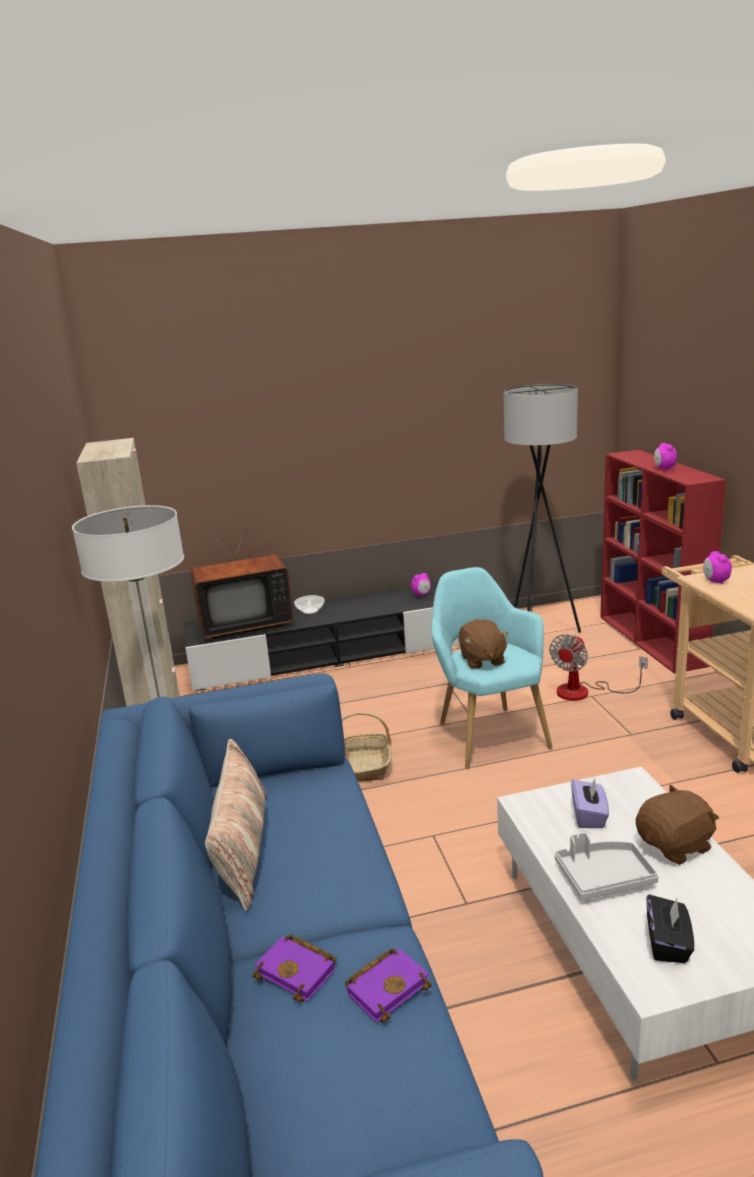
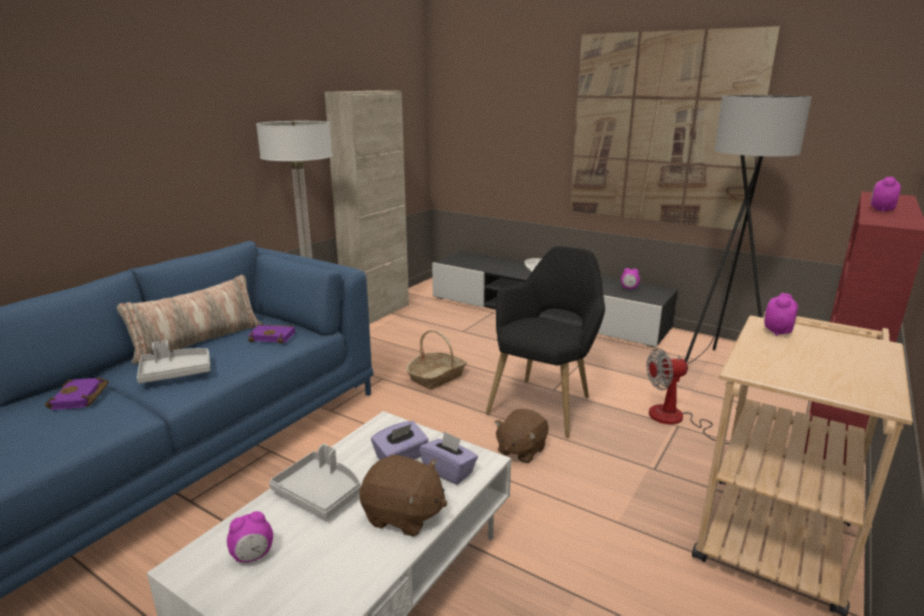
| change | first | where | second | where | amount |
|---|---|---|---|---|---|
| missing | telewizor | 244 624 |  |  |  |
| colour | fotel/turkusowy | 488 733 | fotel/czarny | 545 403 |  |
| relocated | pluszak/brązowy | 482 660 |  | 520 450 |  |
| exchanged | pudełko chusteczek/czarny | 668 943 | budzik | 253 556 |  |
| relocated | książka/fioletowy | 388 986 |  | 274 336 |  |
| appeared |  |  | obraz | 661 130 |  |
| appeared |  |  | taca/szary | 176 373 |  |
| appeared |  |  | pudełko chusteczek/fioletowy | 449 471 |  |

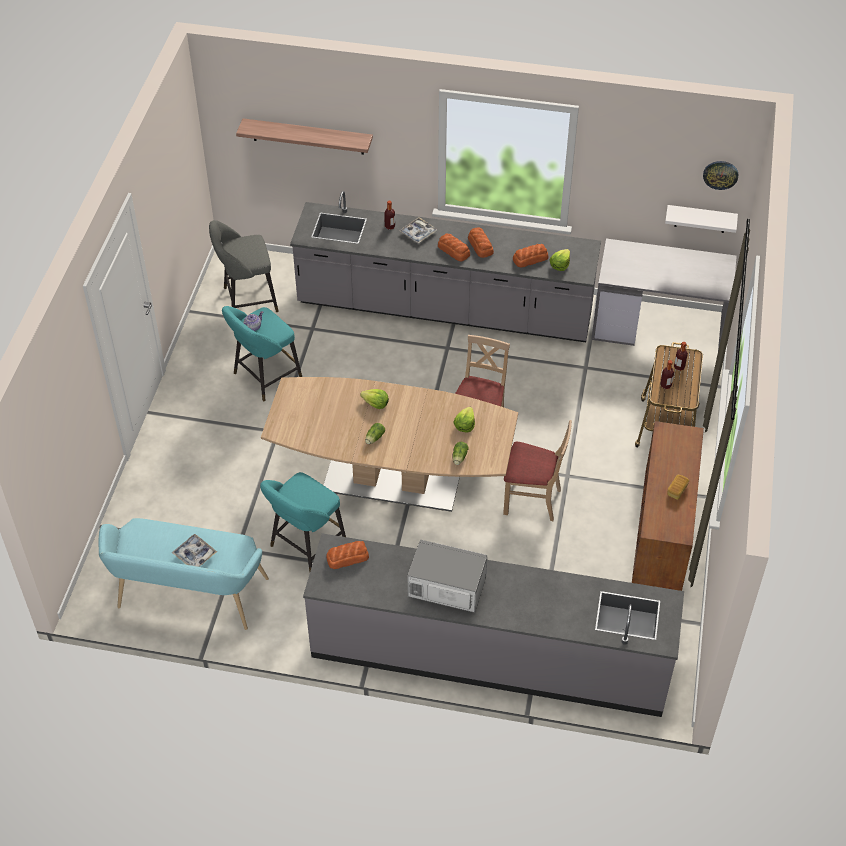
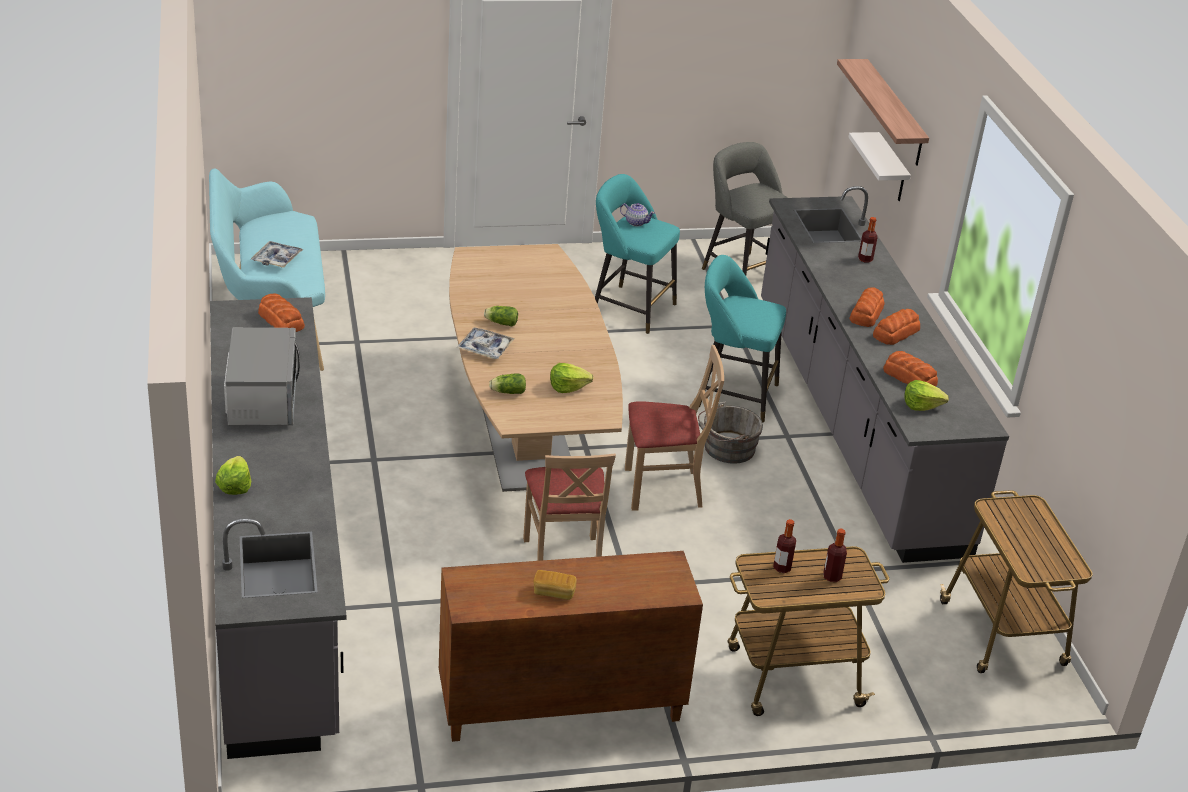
| change | first | where | second | where | amount |
|---|---|---|---|---|---|
| missing | zegar ścienny | 720 174 |  |  |  |
| relocated | półka/biały | 700 219 |  | 891 169 |  |
| relocated | taca | 418 233 |  | 485 348 |  |
| exchanged | biurko/szary | 659 325 | wózek | 1003 635 |  |
| relocated | sałata | 375 404 |  | 234 486 |  |
| relocated | stołek/turkusowy | 305 546 |  | 732 395 |  |
| appeared |  |  | wiadro/szary | 726 449 |  |

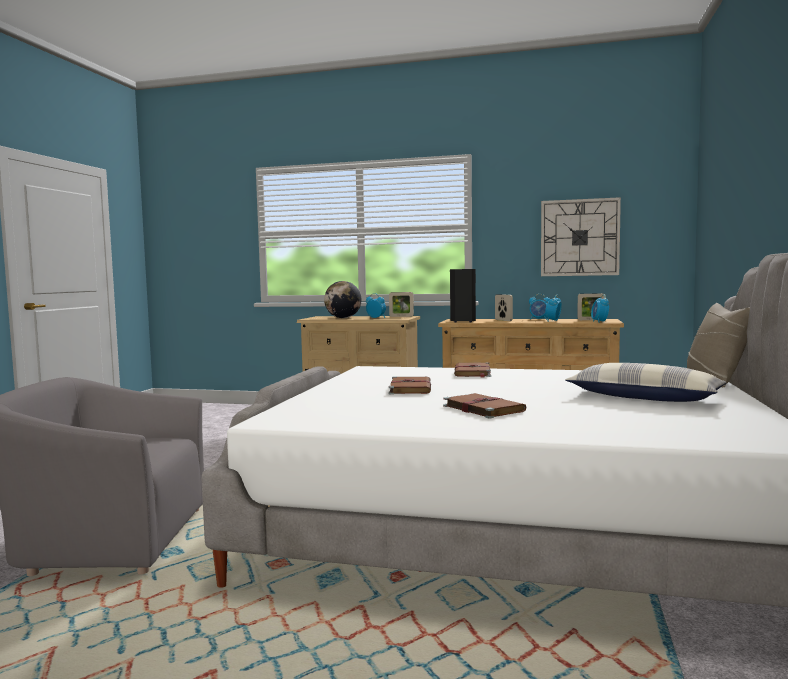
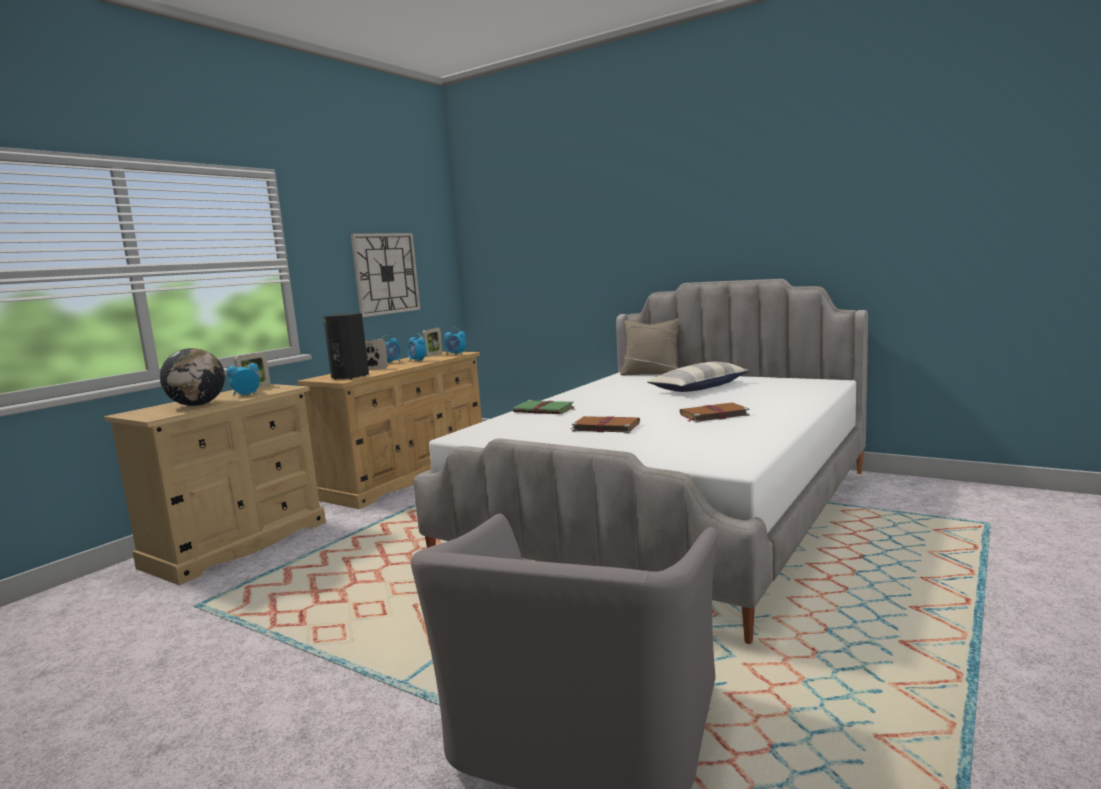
| change | first | where | second | where | amount |
|---|---|---|---|---|---|
| colour | książka/brązowy | 472 372 | książka/zielony | 545 410 |  |

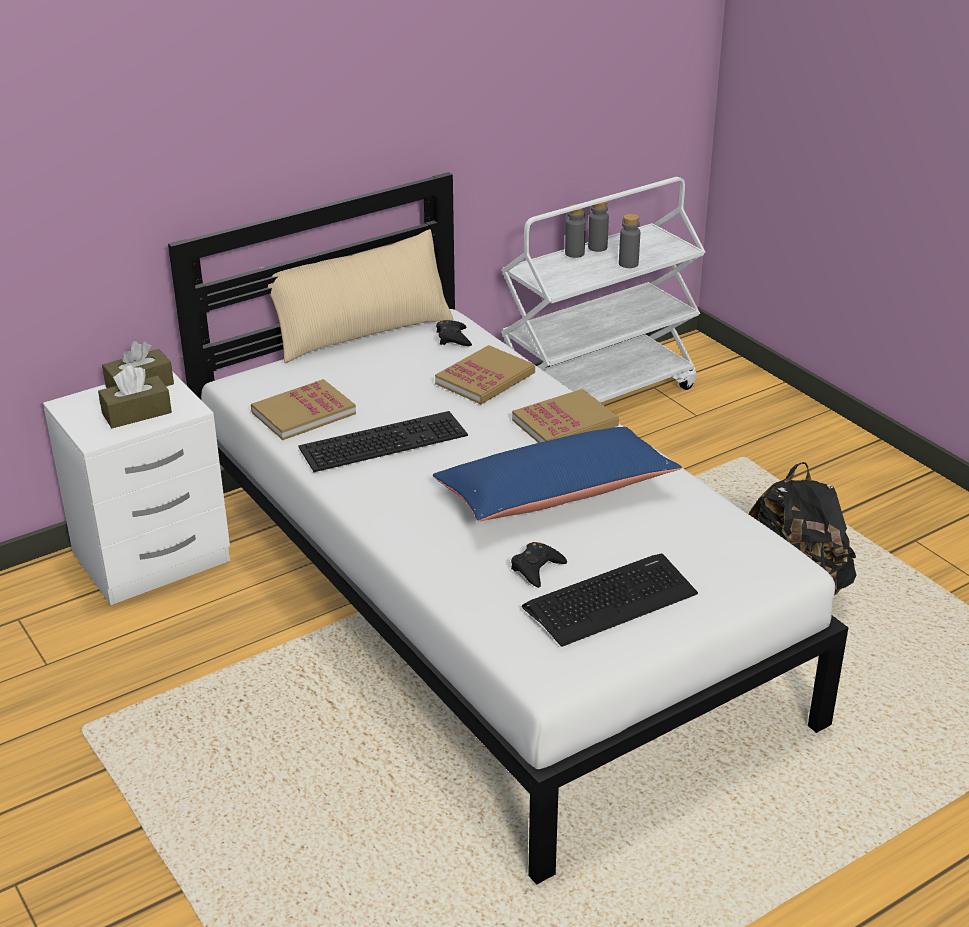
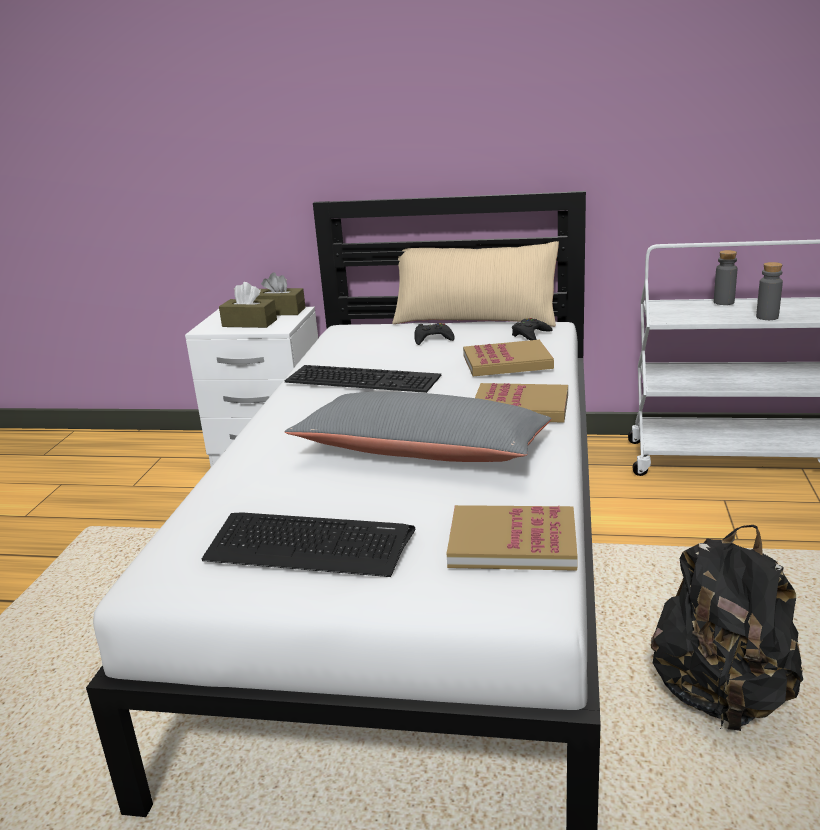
| change | first | where | second | where | amount |
|---|---|---|---|---|---|
| missing | butelka/szary | 597 247 |  |  |  |
| relocated | książka | 303 413 |  | 512 542 |  |
| colour | poduszka/niebieski | 555 494 | poduszka/szary | 422 452 |  |
| relocated | pad do gier/czarny | 536 568 |  | 432 339 |  |

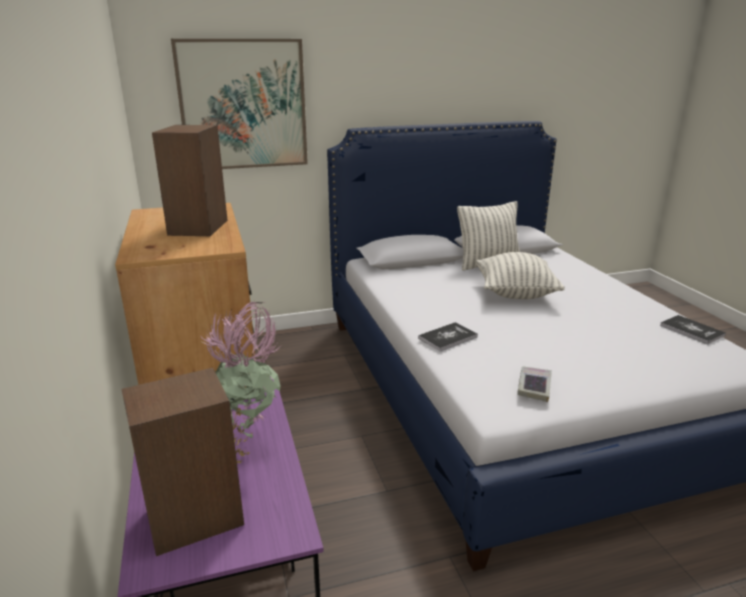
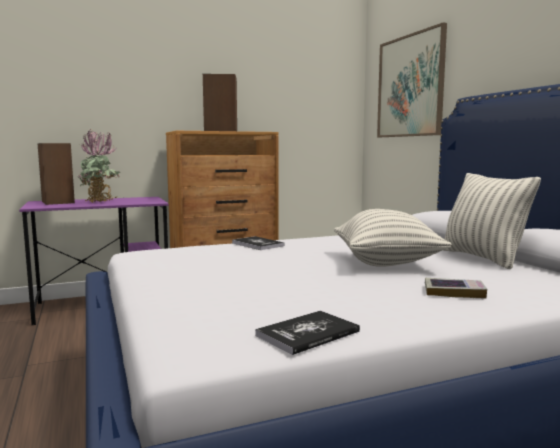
| change | first | where | second | where | amount |
|---|---|---|---|---|---|
| relocated | książka | 534 387 |  | 454 292 |  |

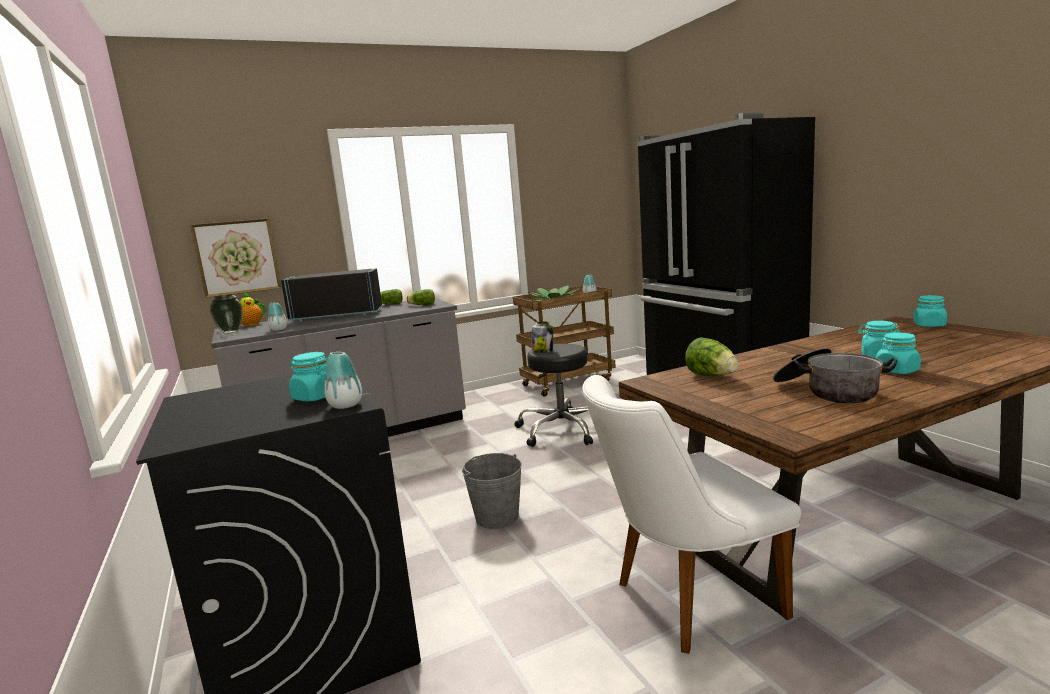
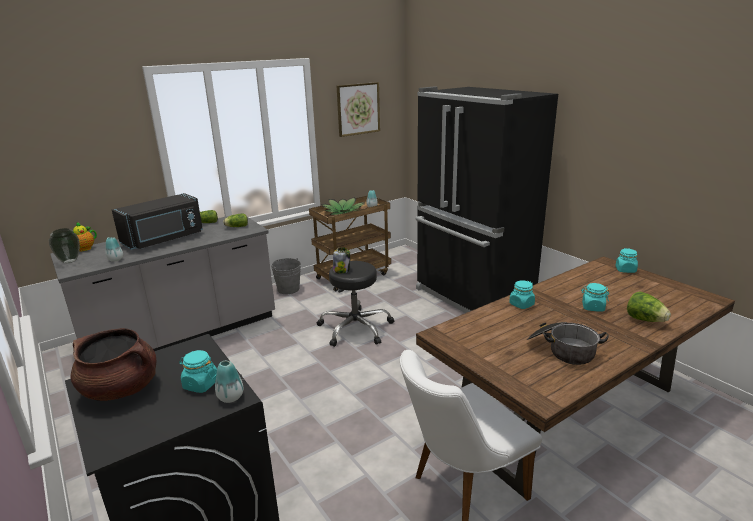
| change | first | where | second | where | amount |
|---|---|---|---|---|---|
| relocated | obraz | 237 257 |  | 358 109 |  |
| spun | mikrofalówka/czarny | 338 315 |  | 164 239 | 150 degrees clockwise |
| relocated | słoik/turkusowy | 897 371 |  | 521 304 |  |
| relocated | sałata | 712 376 |  | 645 320 |  |
| relocated | wiadro/szary | 497 517 |  | 288 289 |  |
| appeared |  |  | garnek/brązowy | 121 389 |  |

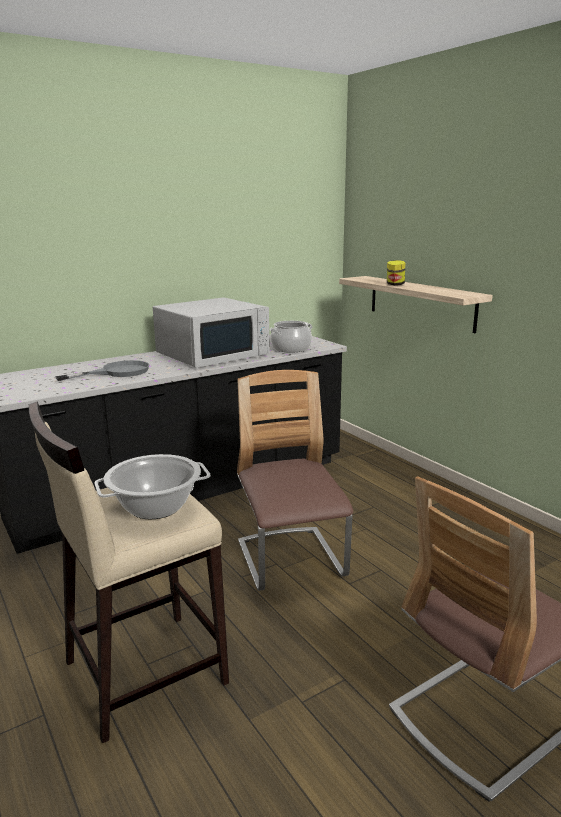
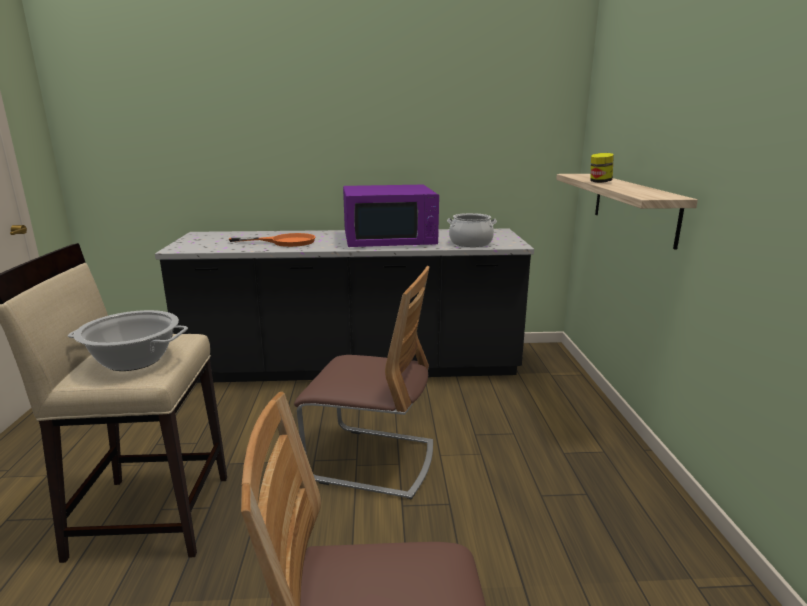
| change | first | where | second | where | amount |
|---|---|---|---|---|---|
| colour | mikrofalówka/biały | 213 354 | mikrofalówka/fioletowy | 389 238 |  |
| colour | patelnia/szary | 117 372 | patelnia/pomarańczowy | 285 242 |  |
| spun | krzesło | 290 561 |  | 372 461 | 90 degrees clockwise |

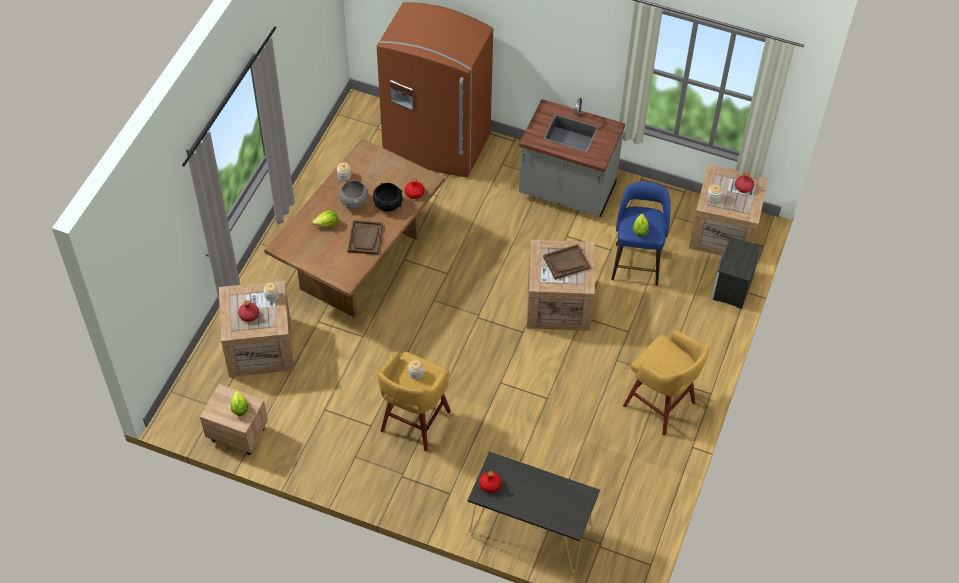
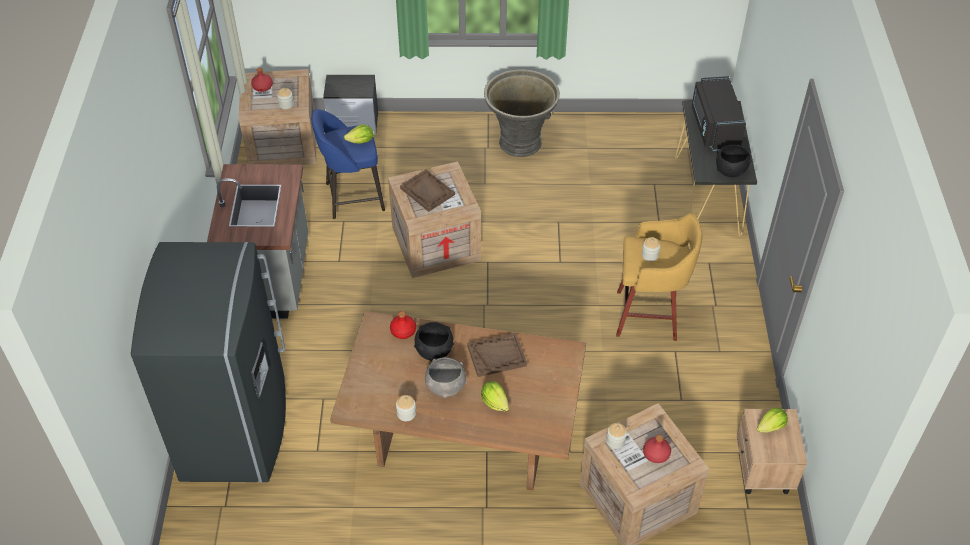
| change | first | where | second | where | amount |
|---|---|---|---|---|---|
| colour | lodówka/brązowy | 436 145 | lodówka/szary | 237 428 |  |
| exchanged | stołek/żółty | 661 406 | donica/szary | 520 142 |  |
| exchanged | butelka/czerwony | 490 484 | miska/czarny | 730 171 |  |
| appeared |  |  | mikrofalówka/czarny | 714 127 |  |

